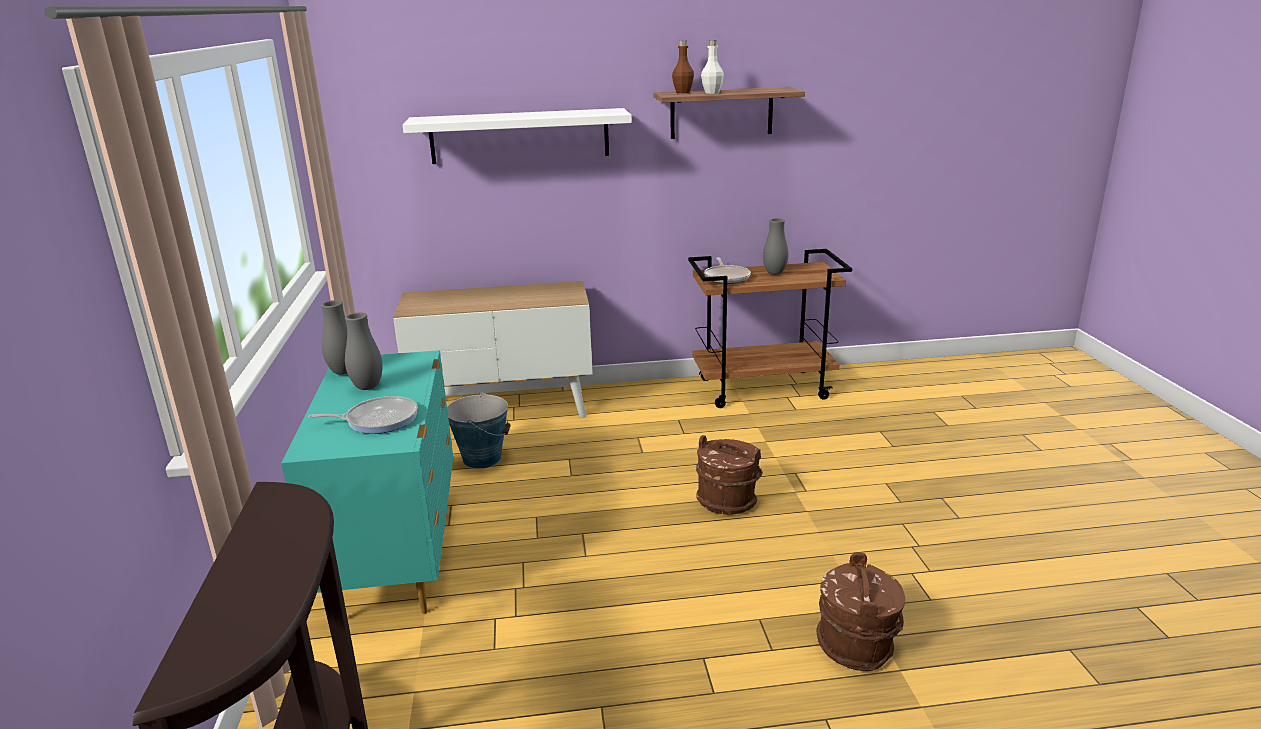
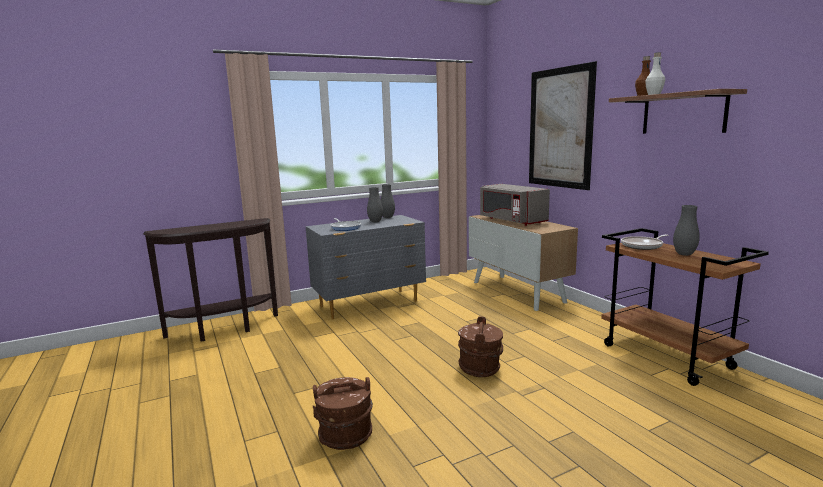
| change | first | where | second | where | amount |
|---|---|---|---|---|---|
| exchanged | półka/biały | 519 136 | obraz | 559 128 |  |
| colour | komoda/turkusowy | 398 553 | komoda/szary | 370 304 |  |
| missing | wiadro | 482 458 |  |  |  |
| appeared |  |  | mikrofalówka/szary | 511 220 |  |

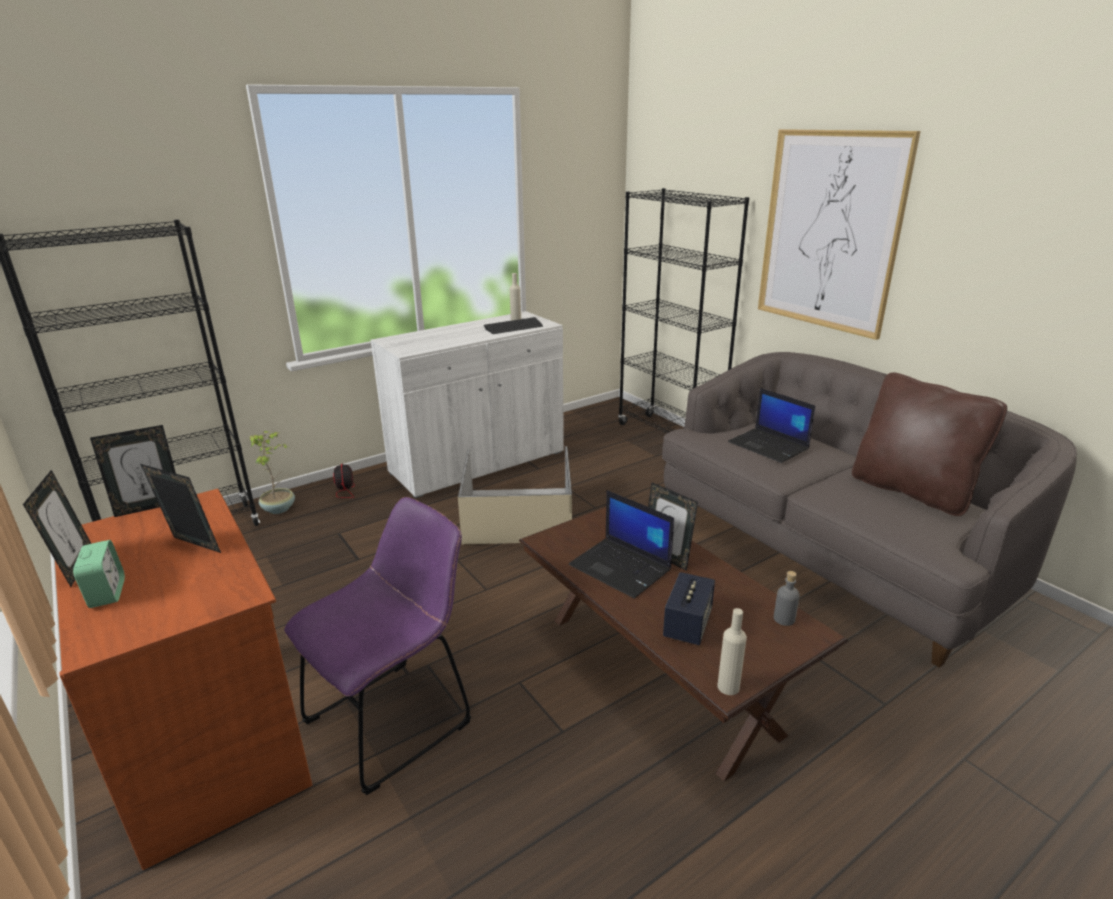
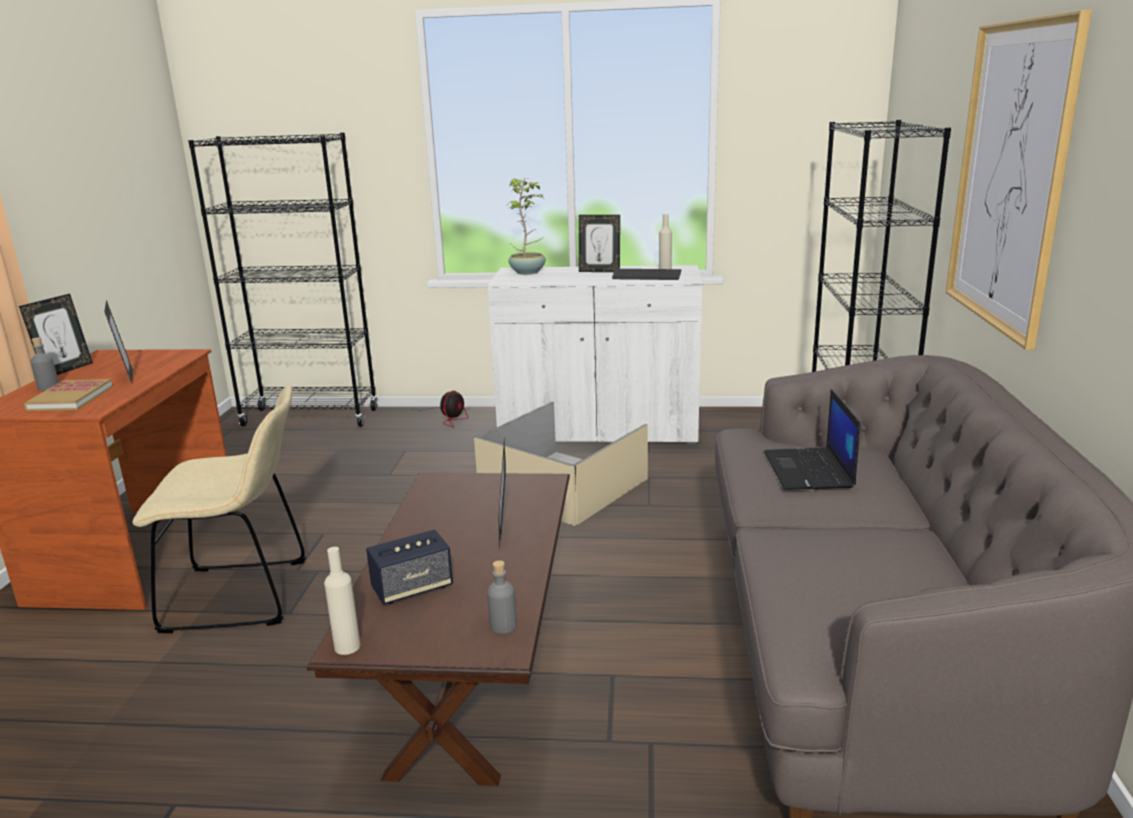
| change | first | where | second | where | amount |
|---|---|---|---|---|---|
| missing | poduszka/brązowy | 911 490 |  |  |  |
| relocated | ramka na zdjęcie | 149 507 |  | 599 271 |  |
| relocated | roślina doniczkowa | 279 508 |  | 528 272 |  |
| missing | laptop | 621 568 |  |  |  |
| colour | krzesło/fioletowy | 395 718 | krzesło/beżowy | 245 595 |  |
| exchanged | budzik | 107 593 | butelka/szary | 48 387 |  |
| appeared |  |  | książka | 70 398 |  |

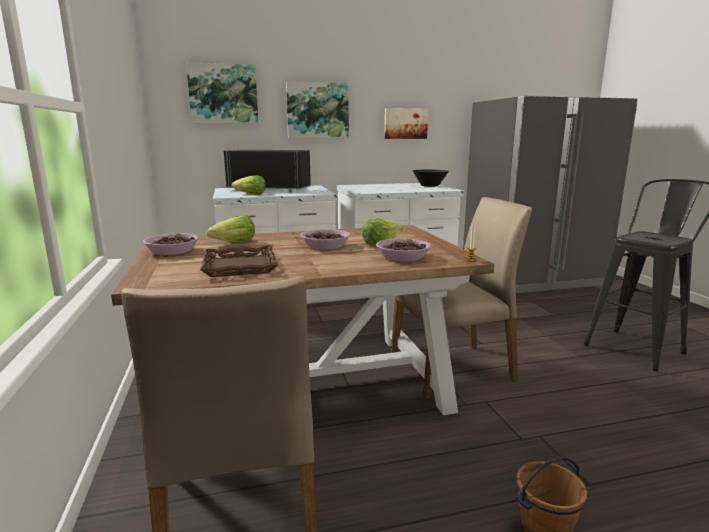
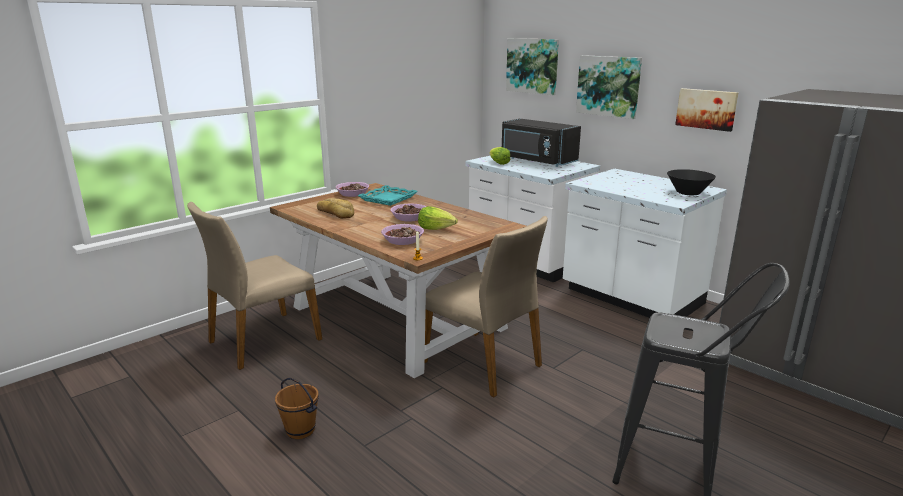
| change | first | where | second | where | amount |
|---|---|---|---|---|---|
| spun | mikrofalówka/czarny | 270 189 |  | 536 161 | 150 degrees clockwise |
| exchanged | sałata | 234 243 | taca/turkusowy | 388 199 |  |
| exchanged | taca/brązowy | 240 266 | chleb | 336 213 |  |

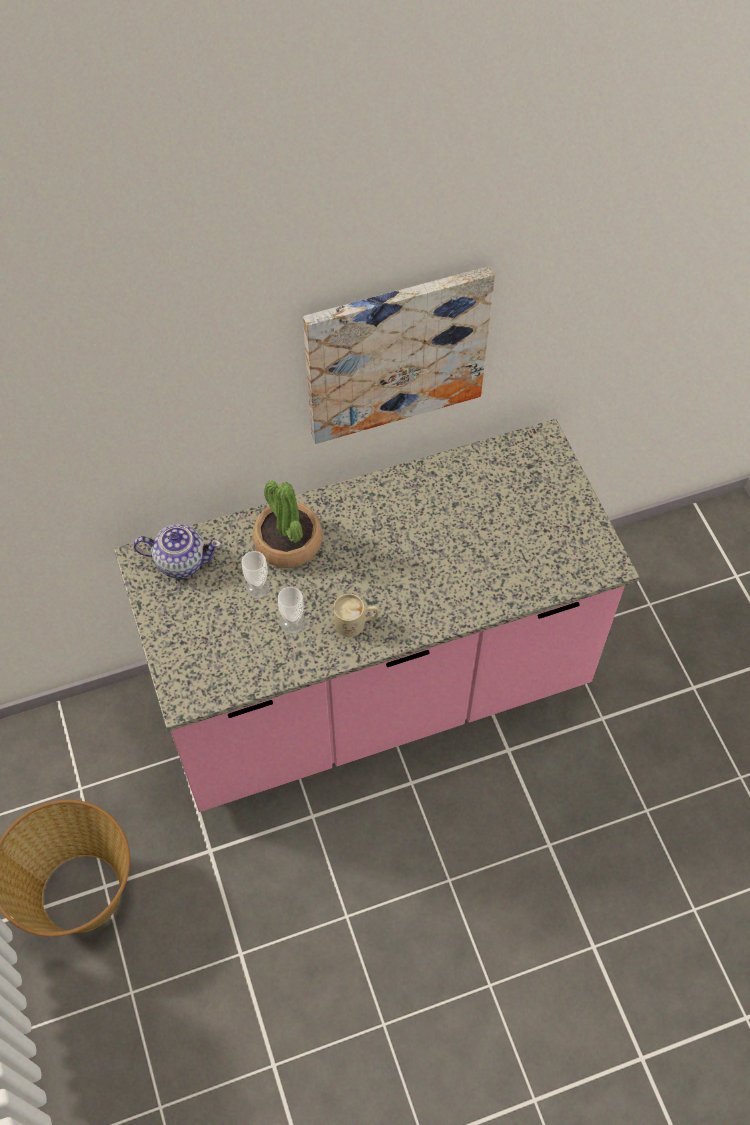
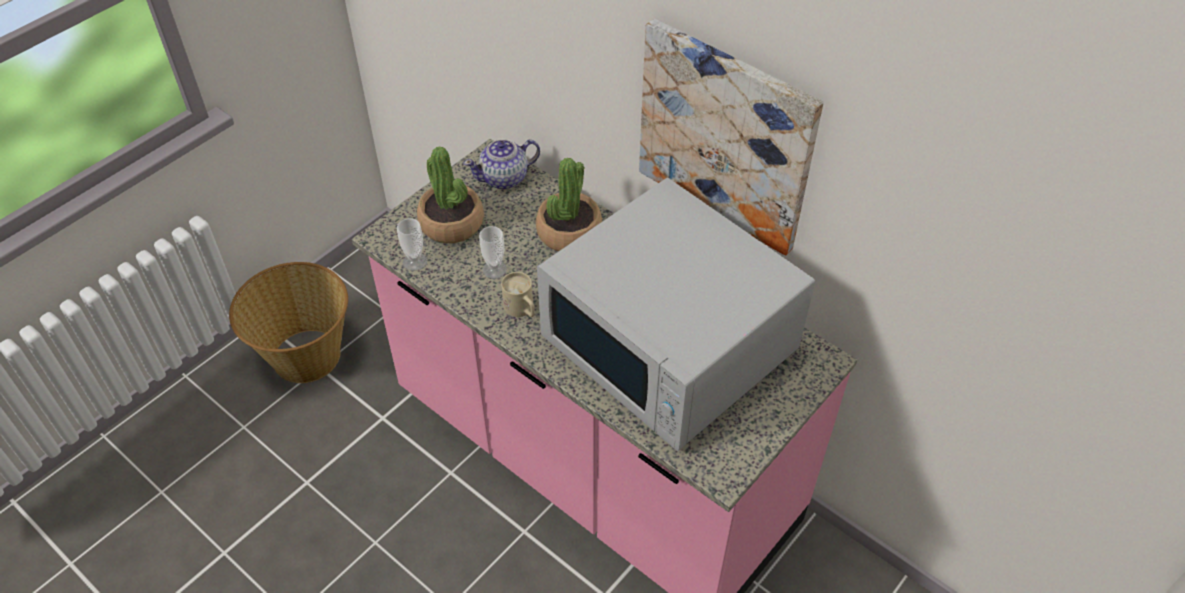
| change | first | where | second | where | amount |
|---|---|---|---|---|---|
| spun | imbryk | 180 560 |  | 505 178 | 90 degrees clockwise |
| relocated | filiżanka | 258 587 |  | 415 261 |  |
| appeared |  |  | roślina doniczkowa | 452 223 |  |
| appeared |  |  | mikrofalówka/biały | 670 346 |  |

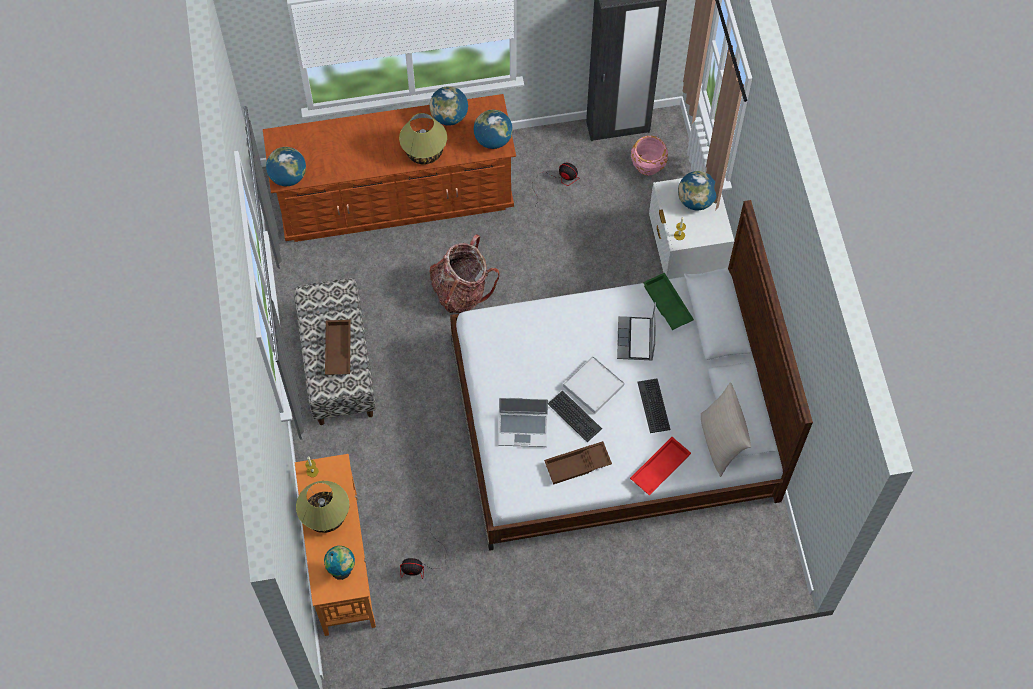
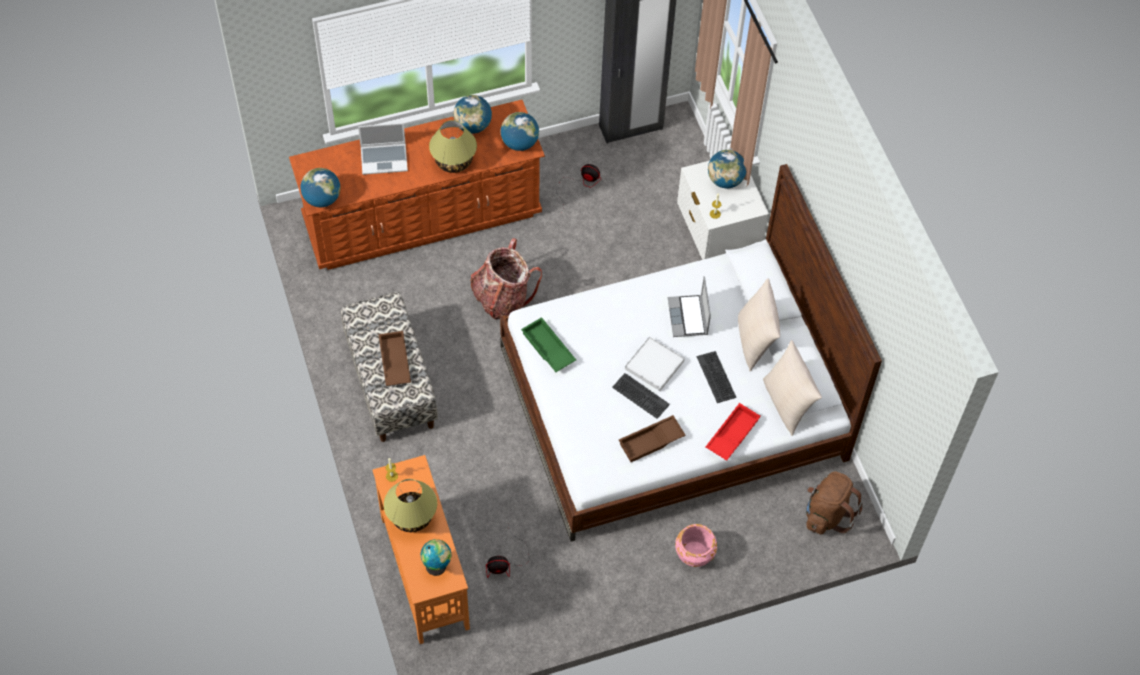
| change | first | where | second | where | amount |
|---|---|---|---|---|---|
| relocated | donica/różowy | 648 165 |  | 694 554 |  |
| relocated | taca/zielony | 666 304 |  | 547 348 |  |
| relocated | laptop | 523 429 |  | 384 159 |  |
| appeared |  |  | poduszka/beżowy | 755 341 |  |
| appeared |  |  | plecak/brązowy | 827 514 |  |

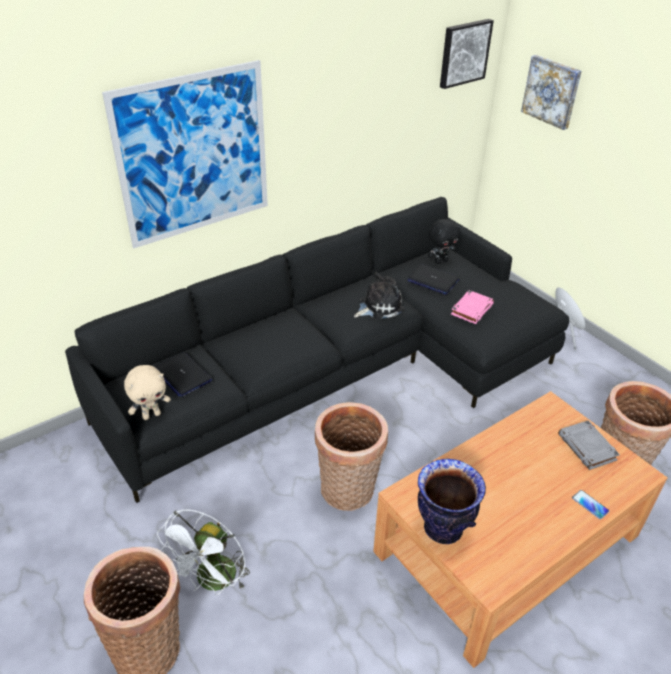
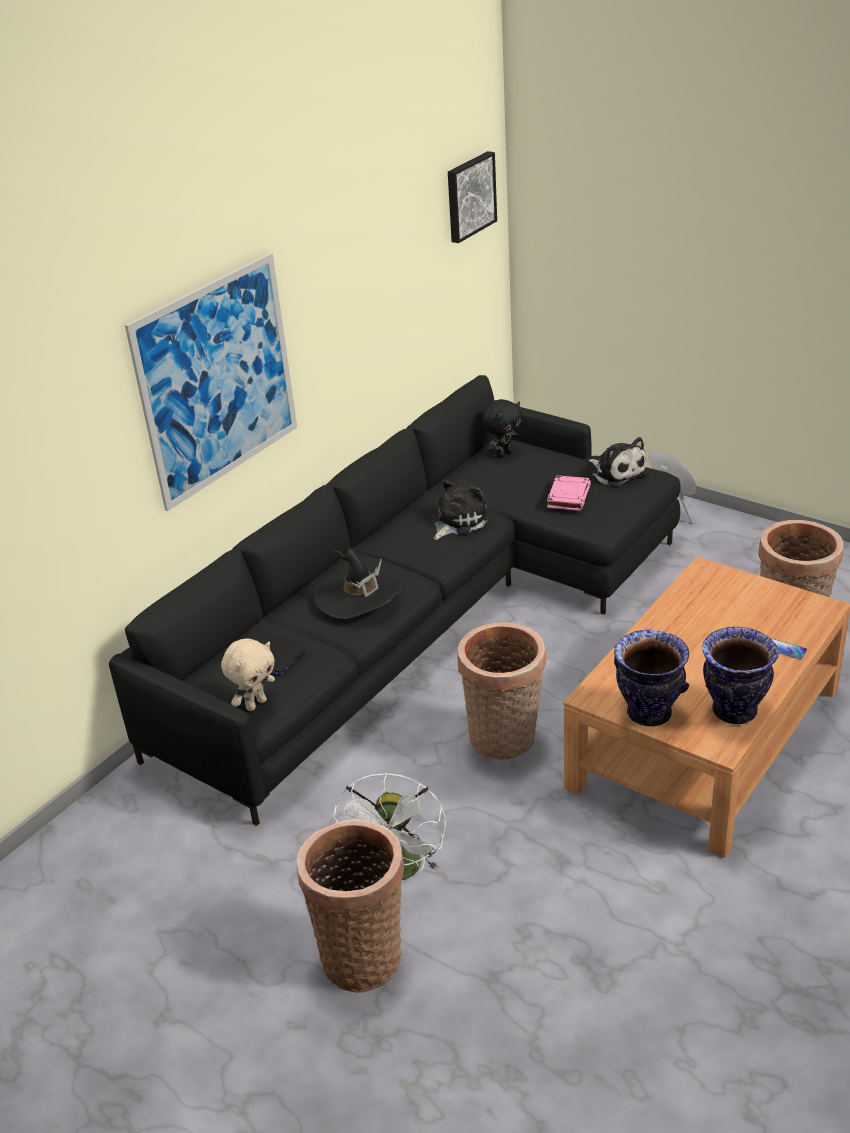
| change | first | where | second | where | amount |
|---|---|---|---|---|---|
| missing | obraz | 552 91 |  |  |  |
| missing | laptop | 432 280 |  |  |  |
| missing | książka/szary | 587 448 |  |  |  |
| appeared |  |  | pluszak | 616 472 |  |
| appeared |  |  | kapelusz/czarny | 358 597 |  |
| appeared |  |  | wazon | 733 711 |  |

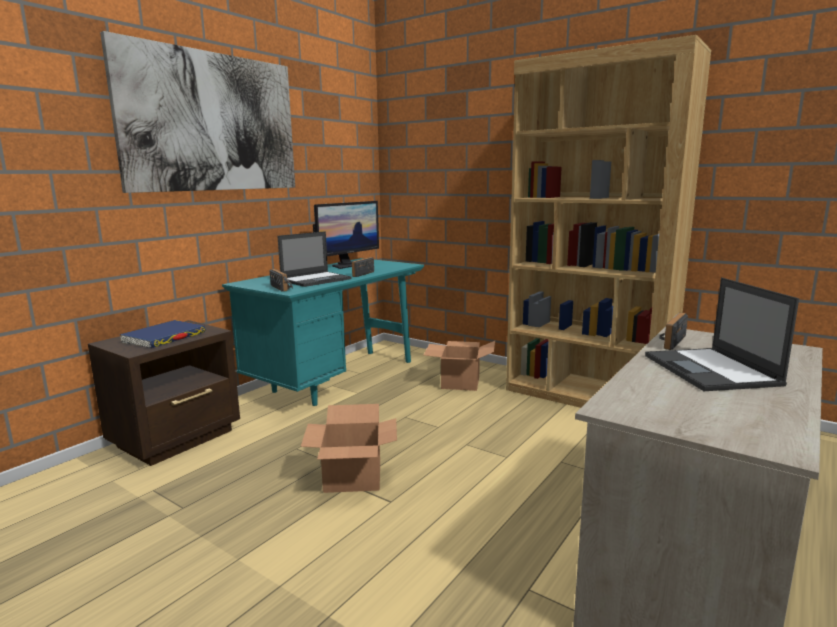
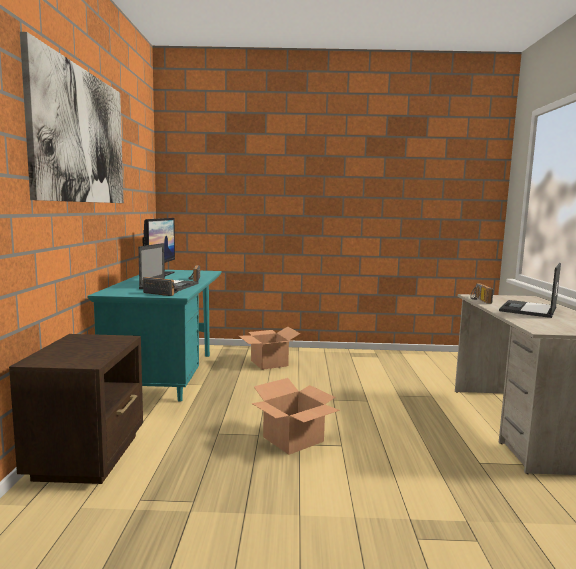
| change | first | where | second | where | amount |
|---|---|---|---|---|---|
| missing | regał/brązowy | 586 396 |  |  |  |
| spun | laptop | 711 370 |  | 528 309 | 75 degrees clockwise |
| missing | książka/niebieski | 164 337 |  |  |  |

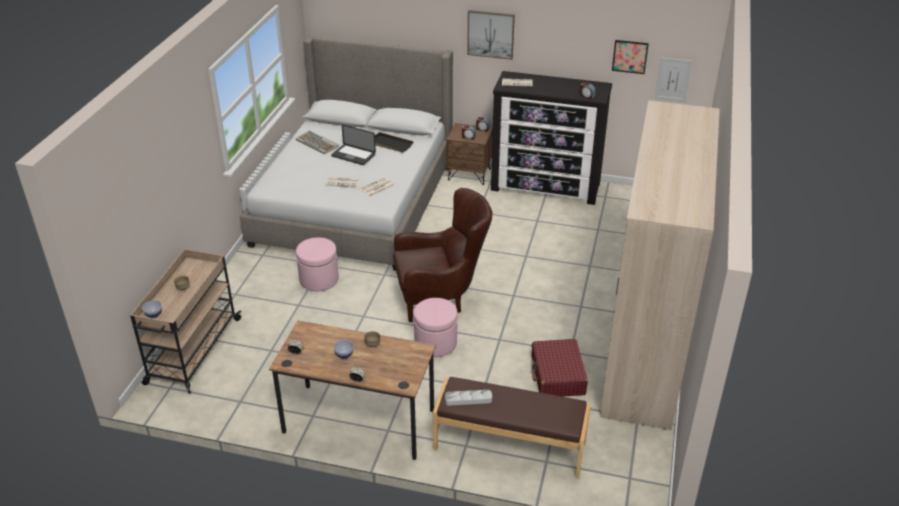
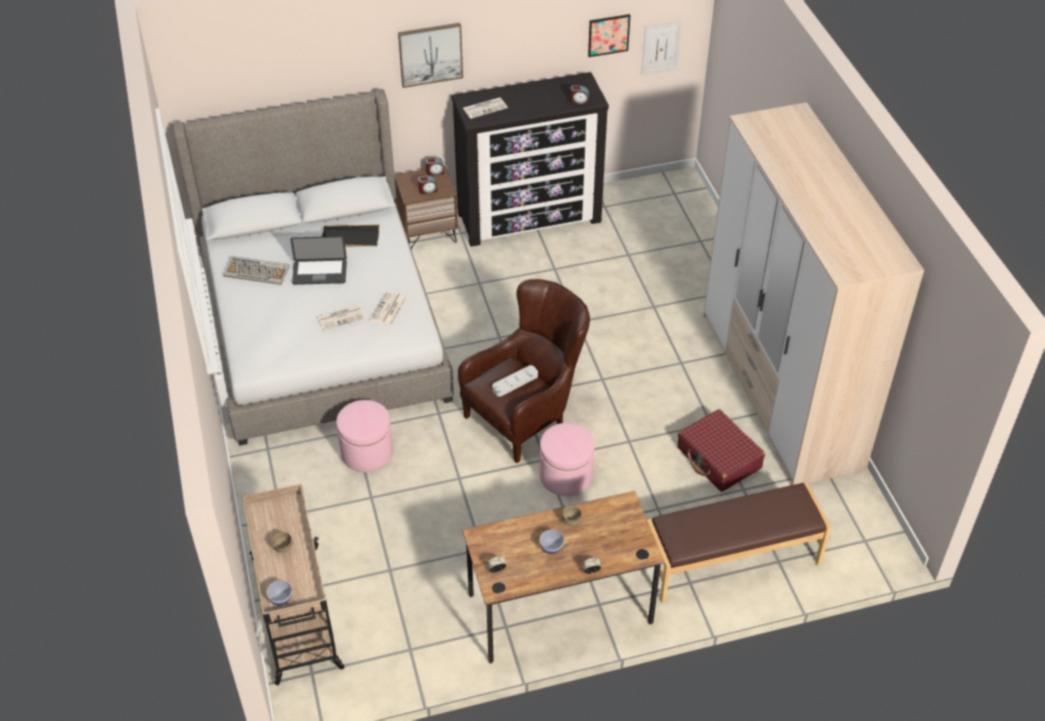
| change | first | where | second | where | amount |
|---|---|---|---|---|---|
| relocated | taca/szary | 468 399 |  | 515 383 |  |

